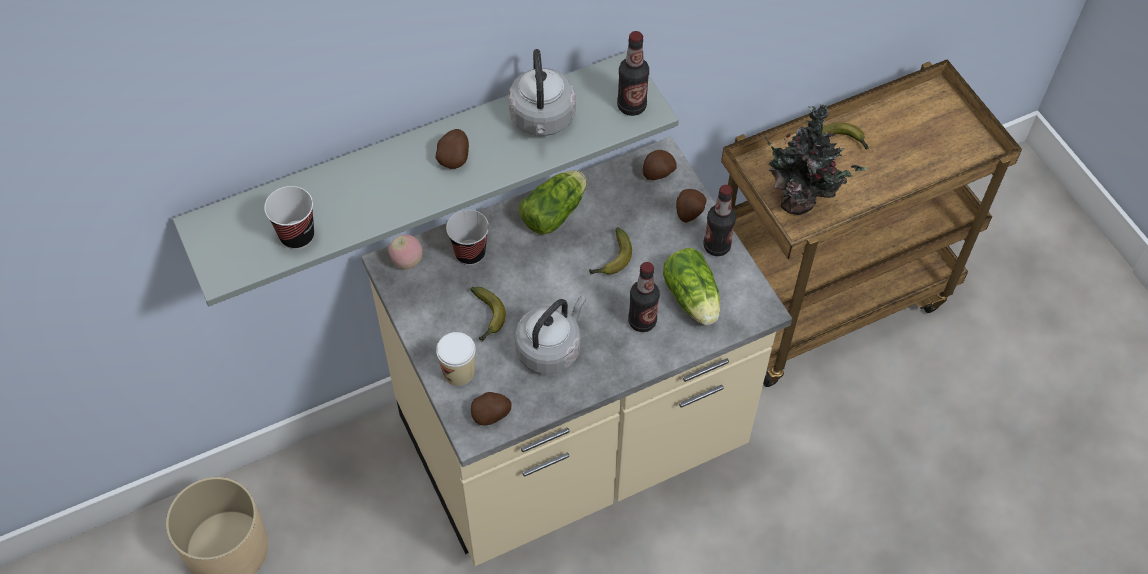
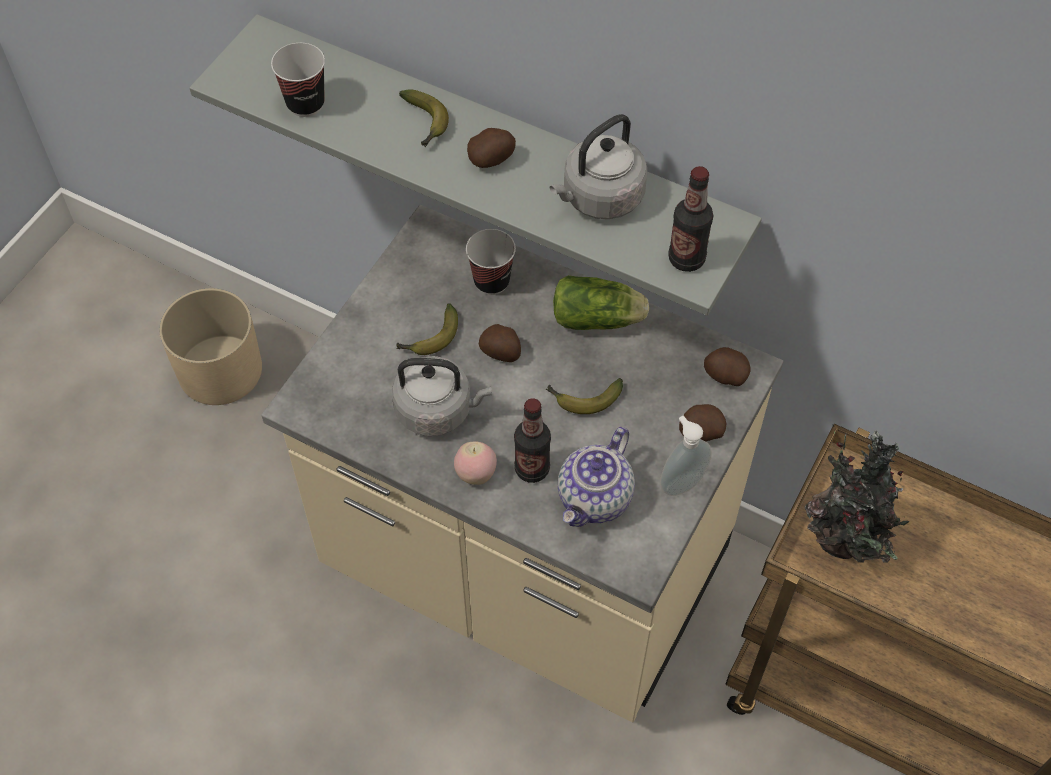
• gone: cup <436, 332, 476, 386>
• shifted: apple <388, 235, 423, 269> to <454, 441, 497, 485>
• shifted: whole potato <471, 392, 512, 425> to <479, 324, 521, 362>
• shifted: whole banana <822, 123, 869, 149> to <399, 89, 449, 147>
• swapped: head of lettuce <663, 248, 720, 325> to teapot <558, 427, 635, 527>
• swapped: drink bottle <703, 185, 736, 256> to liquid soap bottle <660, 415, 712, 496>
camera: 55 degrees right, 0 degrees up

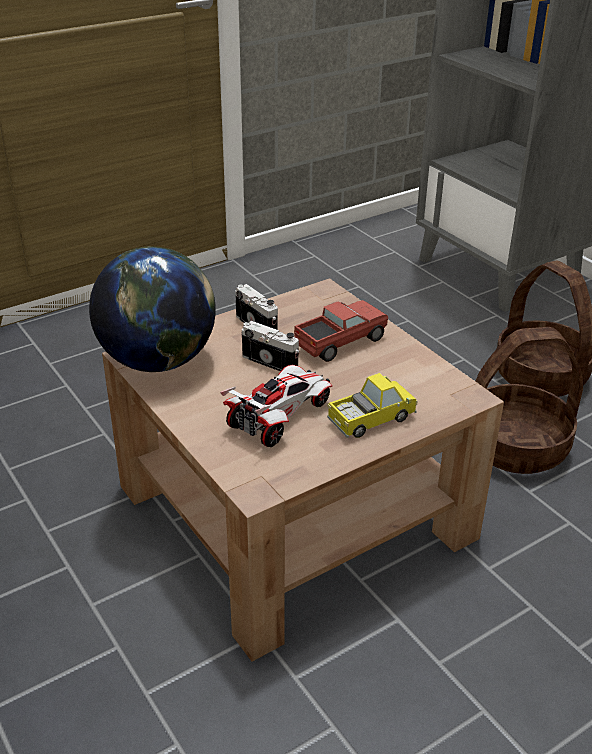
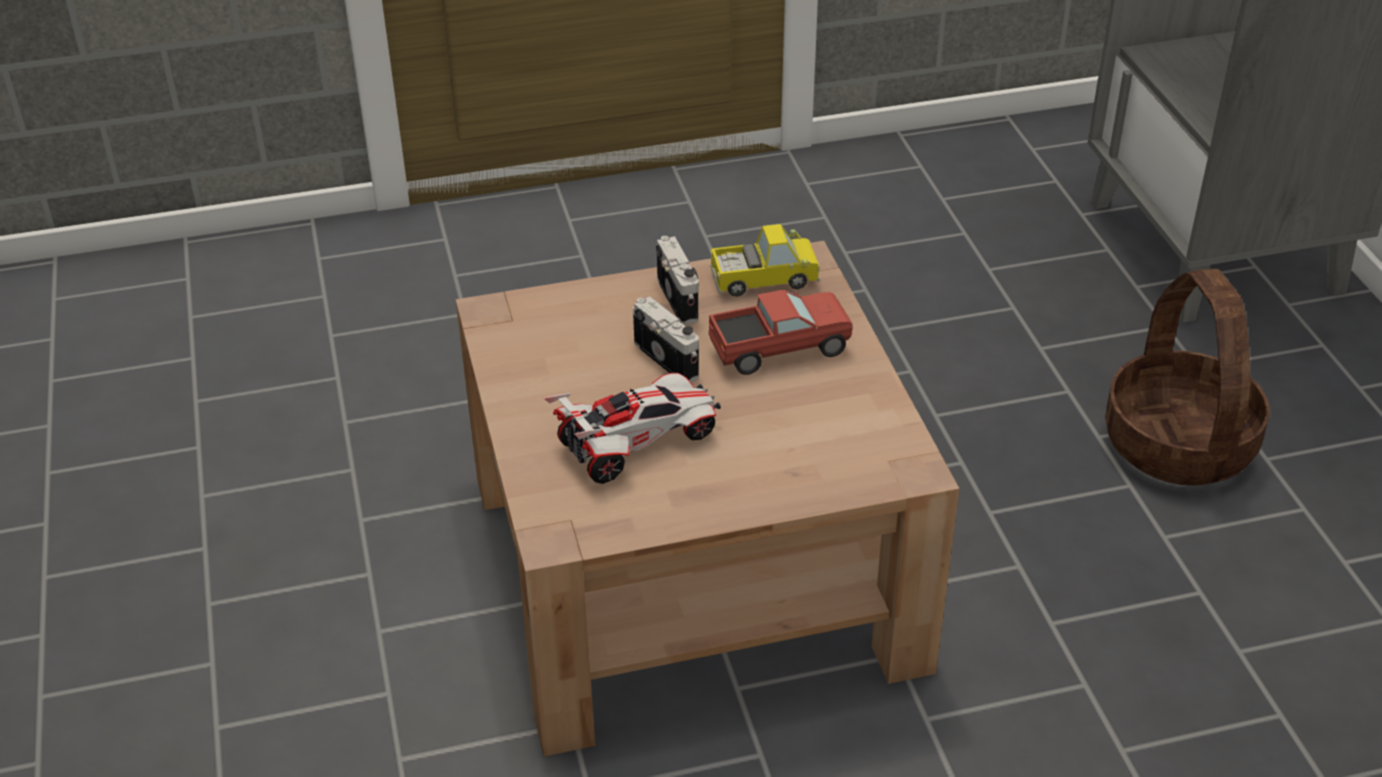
• gone: desk globe <89, 246, 216, 372>
• gone: storage basket <476, 327, 583, 474>
• shifted: toy truck <327, 373, 418, 438> to <710, 224, 820, 297>
camera: 20 degrees right, 5 degrees up

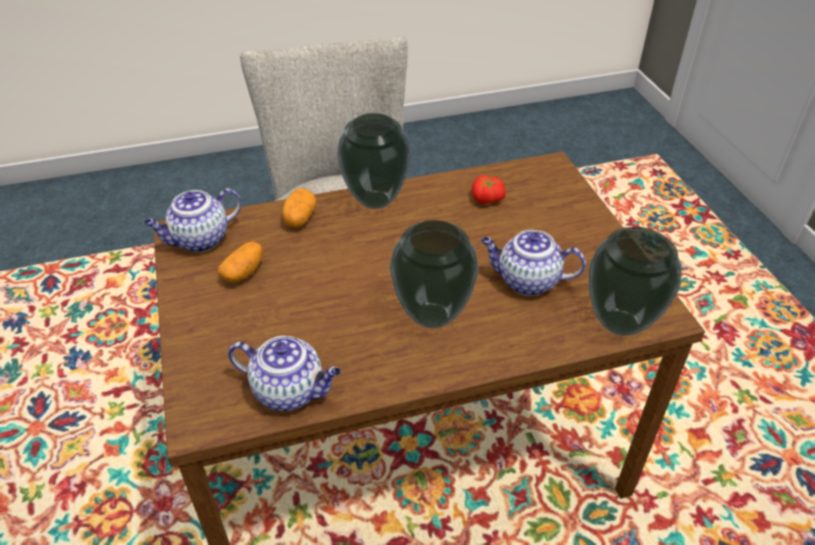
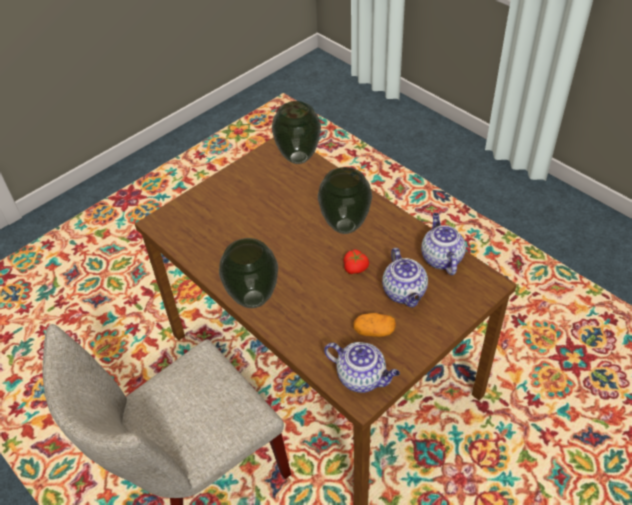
• gone: whole potato <282, 188, 316, 227>
• shifted: whole tomato <472, 175, 506, 204> to <343, 249, 369, 274>
• shifted: teapot <481, 230, 586, 296> to <382, 248, 428, 307>
camera: 115 degrees left, 5 degrees up

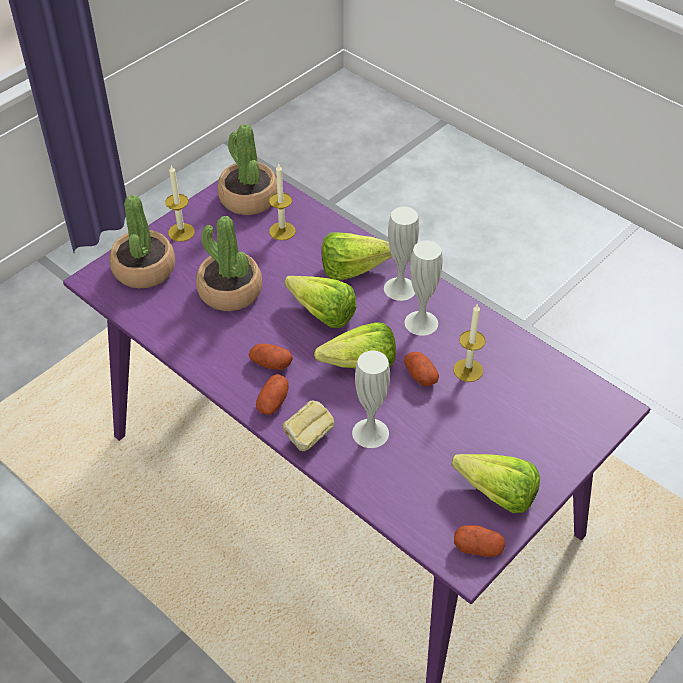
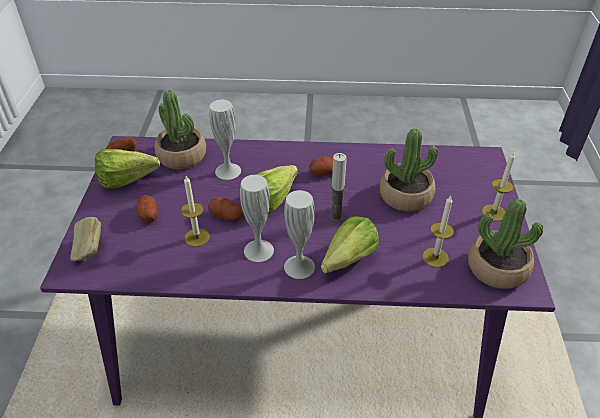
• shifted: houseplant <109, 195, 175, 288> to <154, 90, 206, 169>
• shifted: whole potato <256, 374, 288, 415> to <136, 195, 158, 223>
• shifted: bread <282, 400, 335, 451> to <70, 217, 101, 261>
• swapped: head of lettuce <284, 276, 357, 328> to candle <330, 153, 347, 222>
camera: 140 degrees right, 5 degrees down

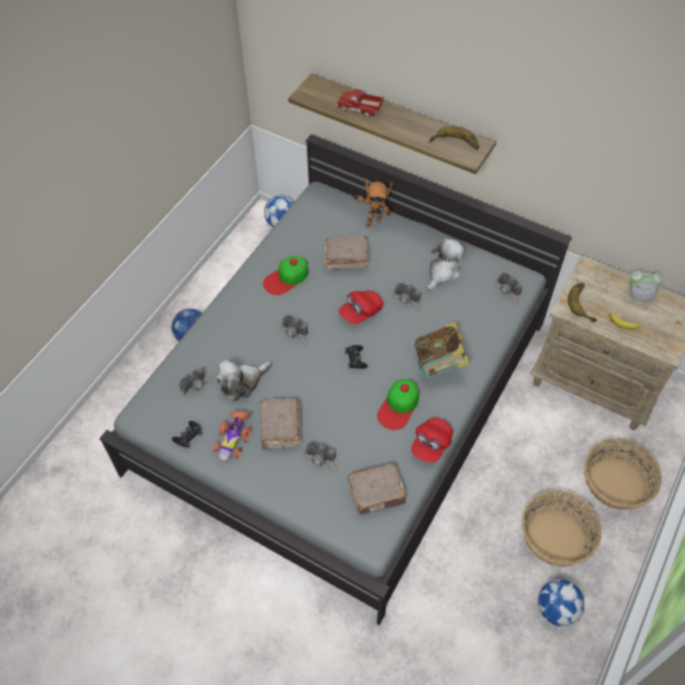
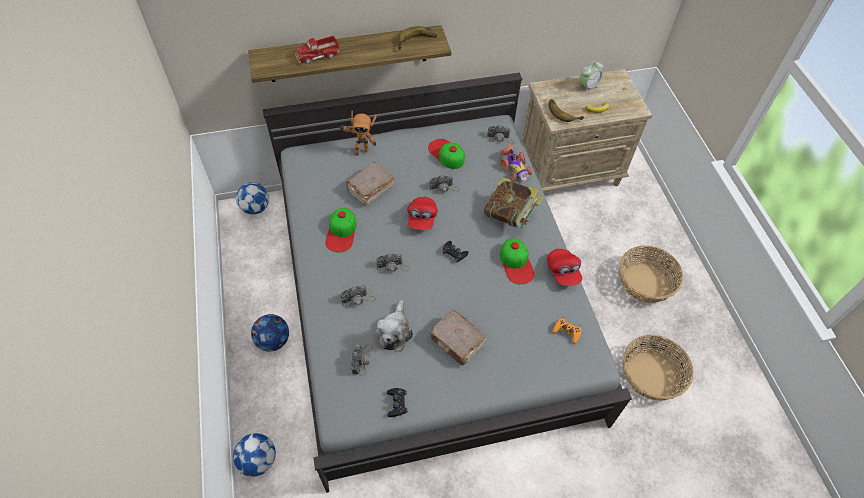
• shifted: miniature car <213, 411, 252, 462> to <500, 144, 532, 182>
• shifted: photo camera <304, 442, 338, 472> to <340, 285, 376, 308>
• shifted: football ball <538, 579, 585, 626> to <233, 433, 276, 477>
• shifted: storage basket <584, 438, 662, 510> to <623, 335, 694, 400>
• swapped: brownish volume <347, 464, 407, 515> to orange game controller <553, 318, 581, 344>
• swapped: cuddly toy <426, 238, 464, 291> to cap <428, 139, 465, 169>
• rotated: model robot <353, 179, 393, 227> = <339, 111, 377, 155> 45 degrees clockwise
camera: 45 degrees left, 0 degrees up

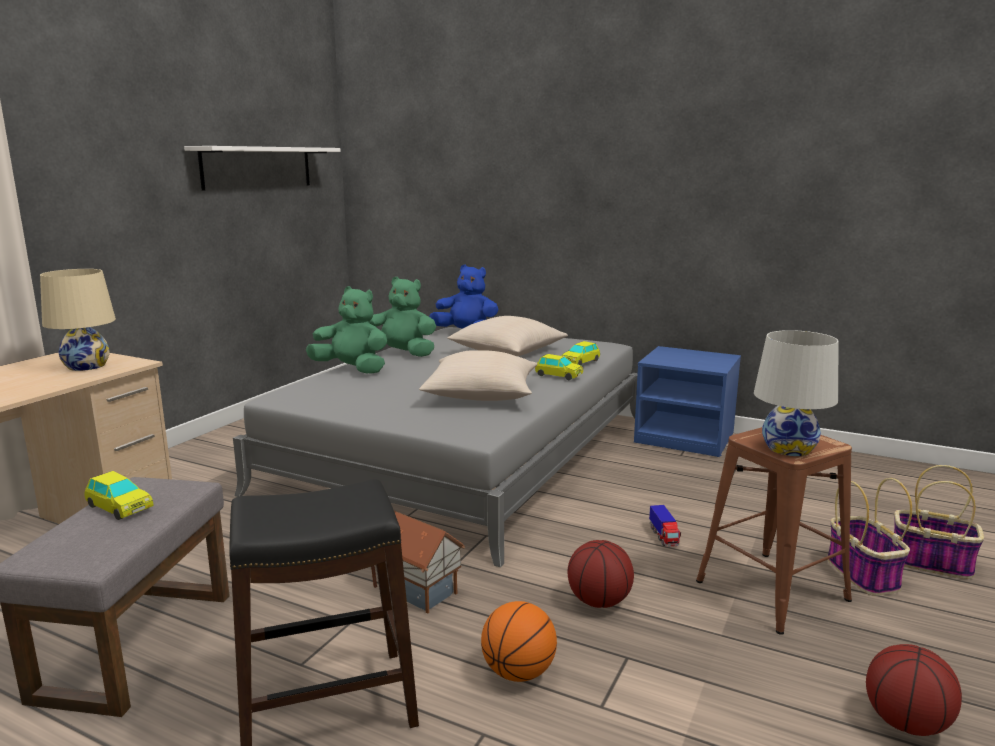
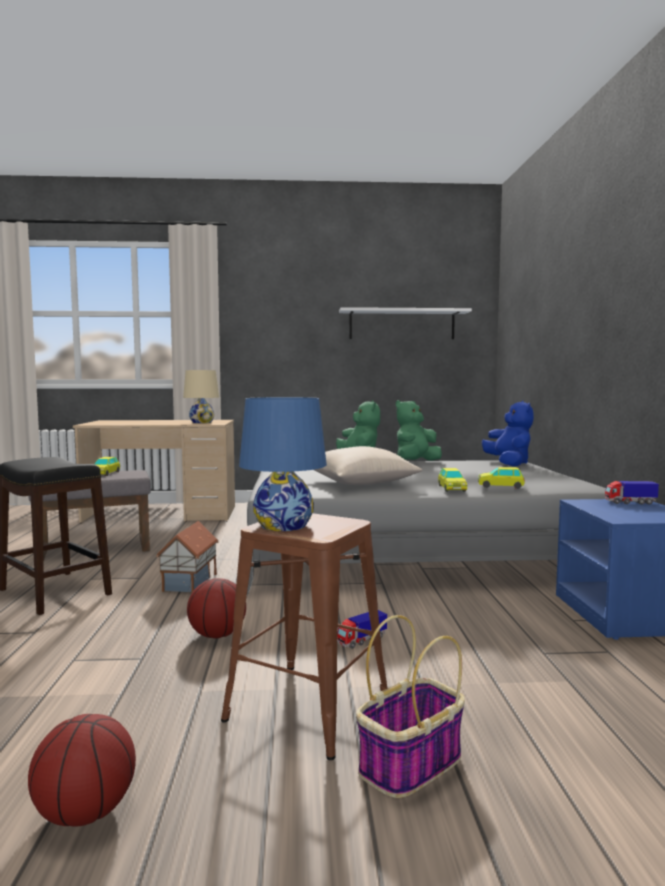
• gone: sand-coloured throw pillow <447, 316, 568, 356>
• gone: ball for basketball <481, 601, 557, 682>
• gone: storage basket <894, 465, 984, 579>
• new: toy truck <605, 481, 659, 504>
• repainted: white lamp for a table <754, 330, 839, 456> to blue lamp for a table <239, 397, 327, 531>
• rotated: greenish cuddly toy <369, 277, 436, 357> = <396, 400, 442, 461> 120 degrees counterclockwise
camera: 60 degrees right, 10 degrees down

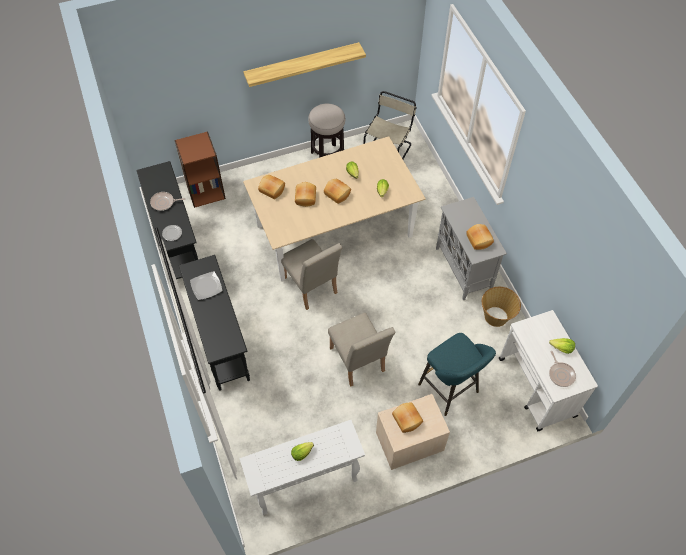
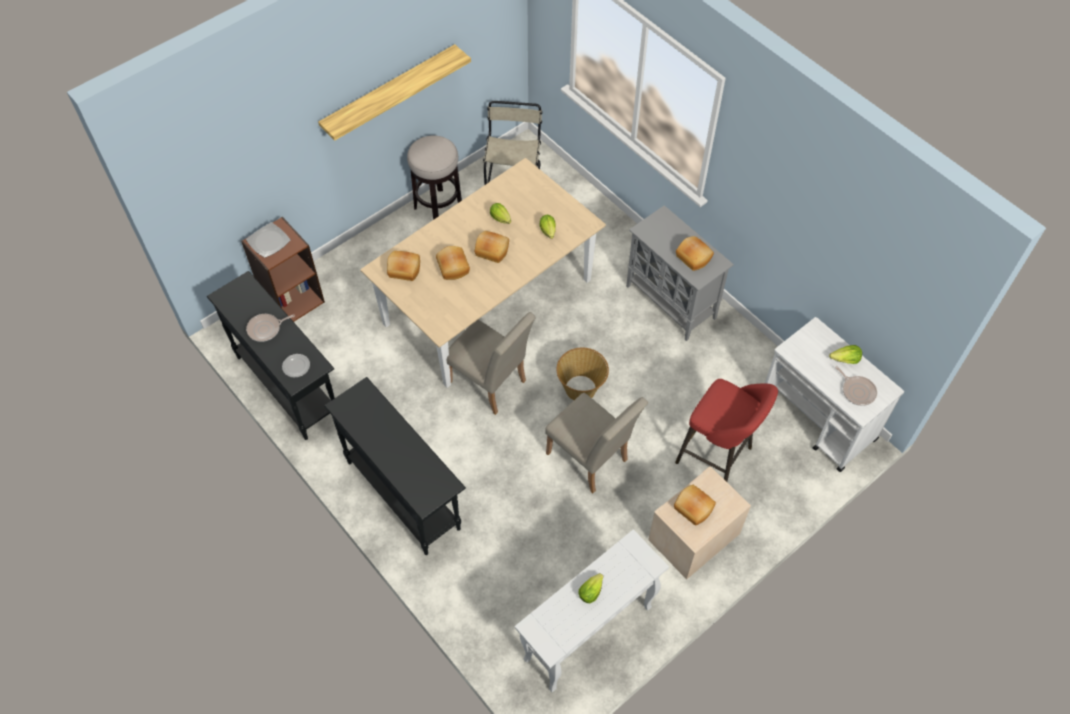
• shifted: flat dish <190, 271, 223, 300> to <246, 222, 291, 258>
• shifted: storage basket <482, 287, 521, 327> to <556, 348, 609, 400>
• repainted: blue-green sitting stool <418, 333, 496, 416> to reddish sitting stool <675, 379, 778, 482>
camera: 20 degrees left, 0 degrees up

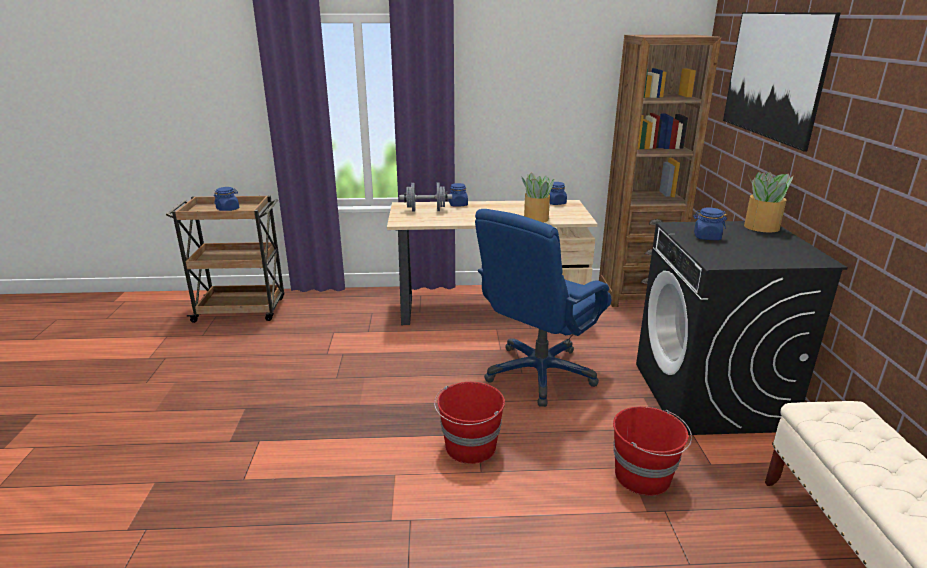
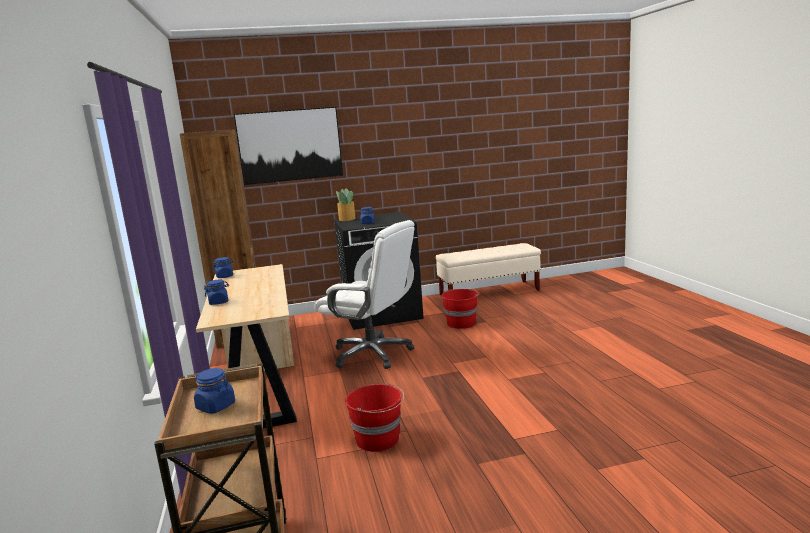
• gone: grey free weight <399, 182, 452, 211>
• gone: houseplant <522, 172, 554, 223>
• shifted: reddish pail <434, 382, 505, 464> to <345, 383, 404, 452>
• repainted: blue computer chair <475, 209, 611, 407> to white computer chair <314, 220, 415, 369>
camera: 100 degrees left, 10 degrees down

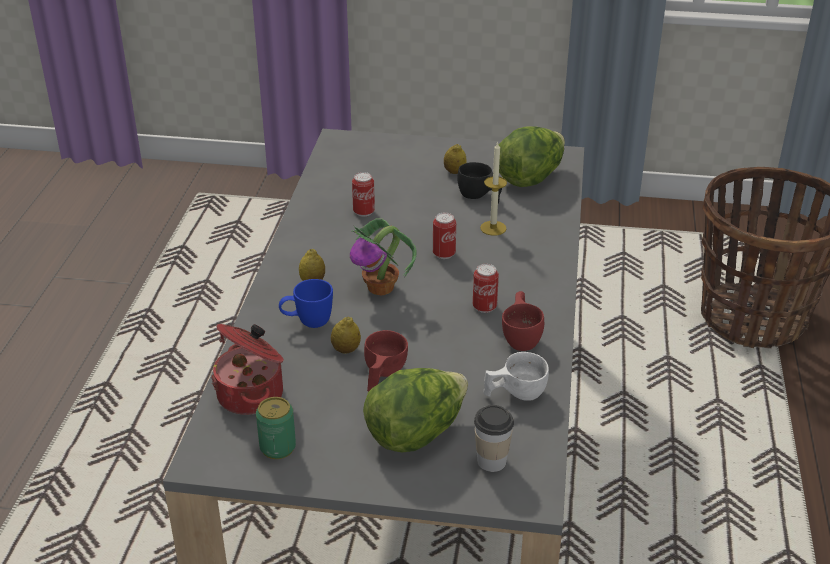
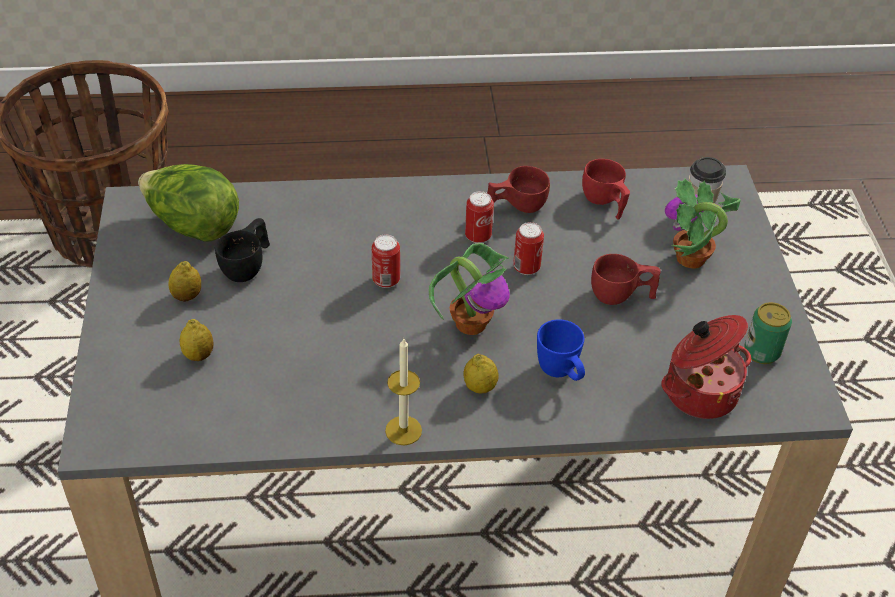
• shifted: whole lemon <331, 317, 361, 354> to <180, 319, 213, 361>
• shifted: can <352, 172, 375, 217> to <513, 222, 544, 275>
• shifted: candle <480, 141, 507, 236> to <385, 339, 422, 445>
• swapped: head of lettuce <363, 368, 468, 453> to houseplant <665, 179, 741, 268>
• repainted: white cup <483, 352, 549, 401> to reddish cup <582, 159, 630, 220>
camera: 105 degrees left, 10 degrees up

